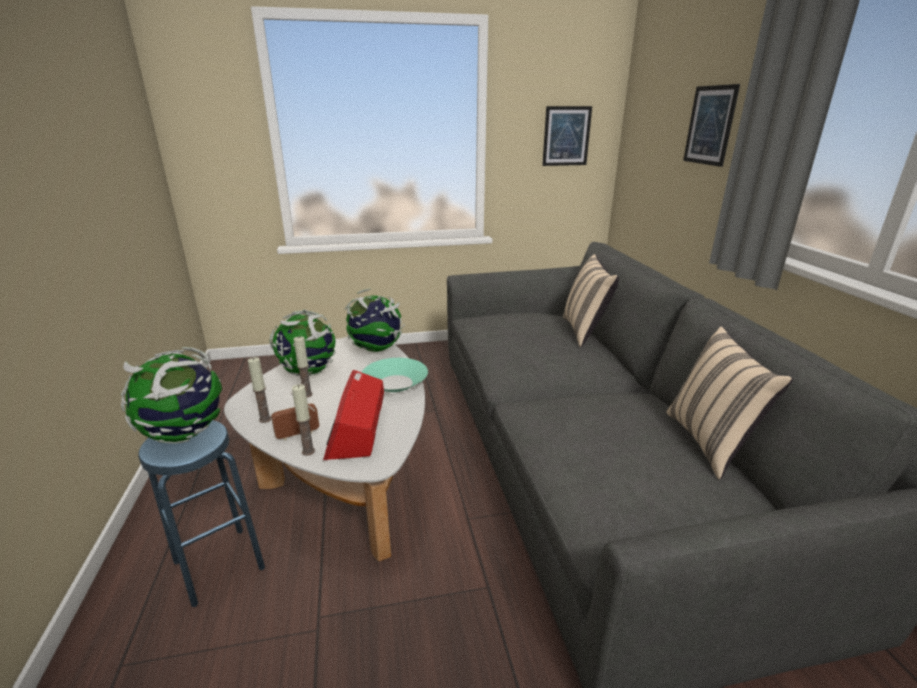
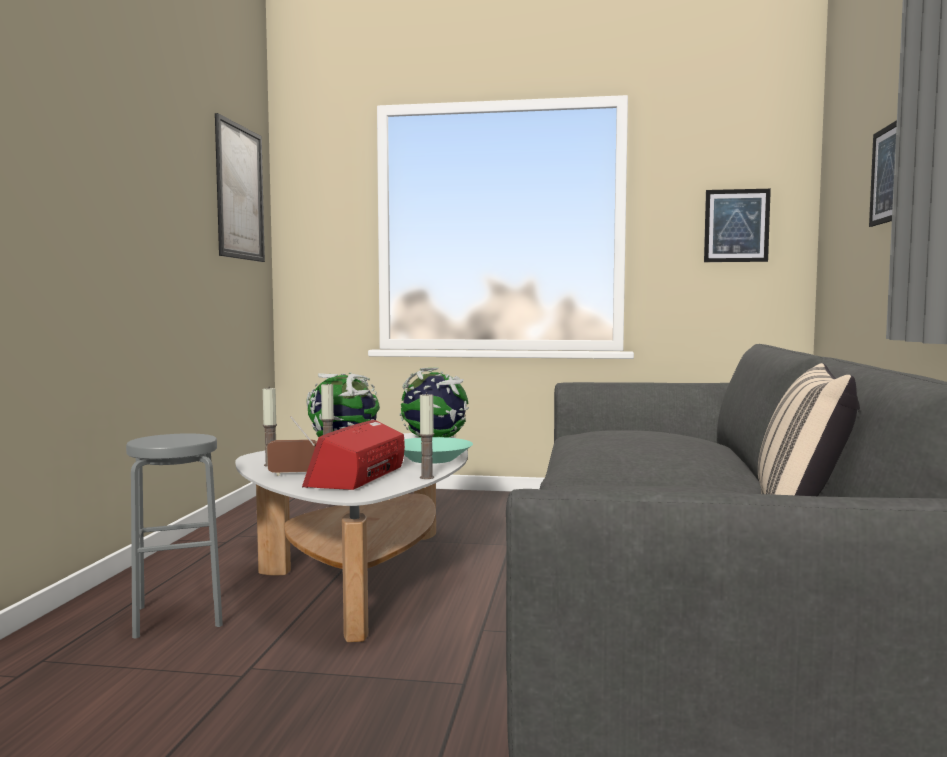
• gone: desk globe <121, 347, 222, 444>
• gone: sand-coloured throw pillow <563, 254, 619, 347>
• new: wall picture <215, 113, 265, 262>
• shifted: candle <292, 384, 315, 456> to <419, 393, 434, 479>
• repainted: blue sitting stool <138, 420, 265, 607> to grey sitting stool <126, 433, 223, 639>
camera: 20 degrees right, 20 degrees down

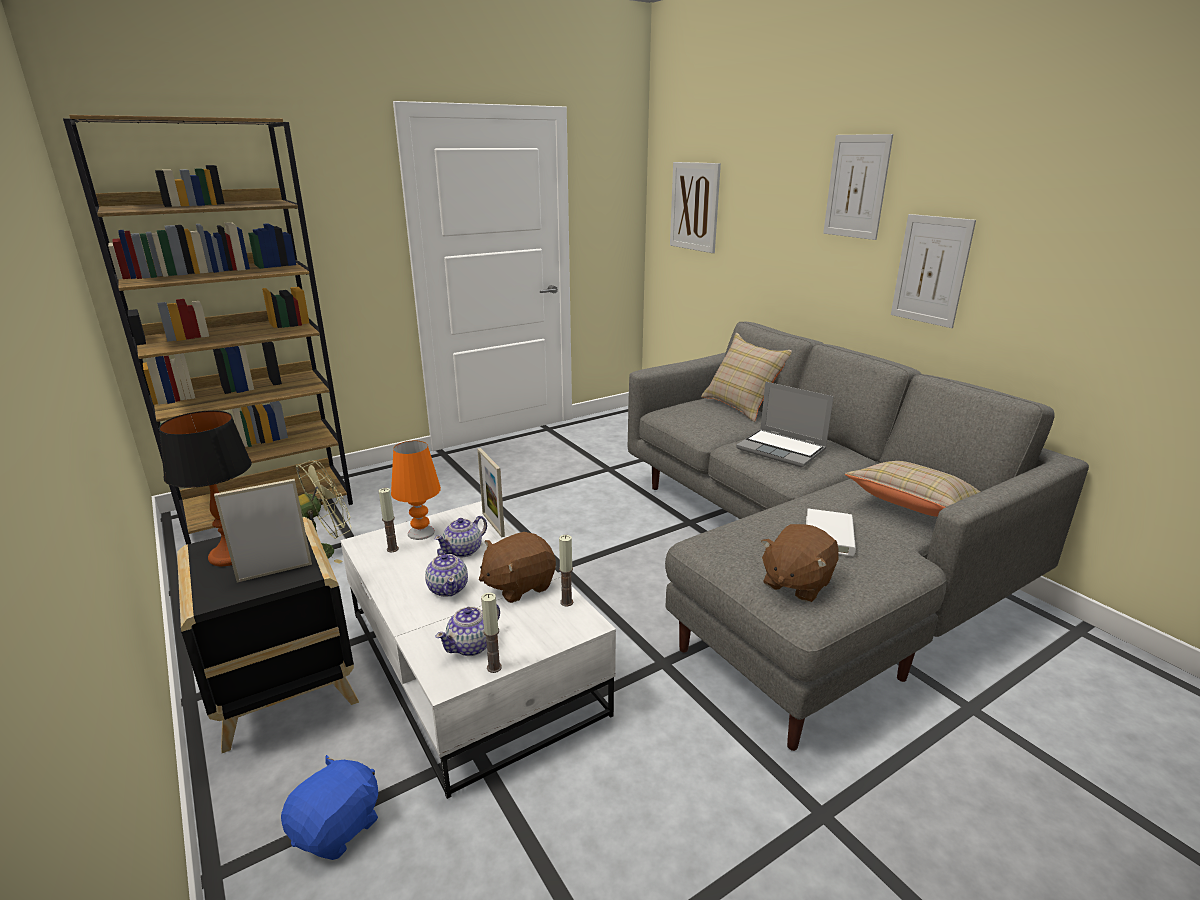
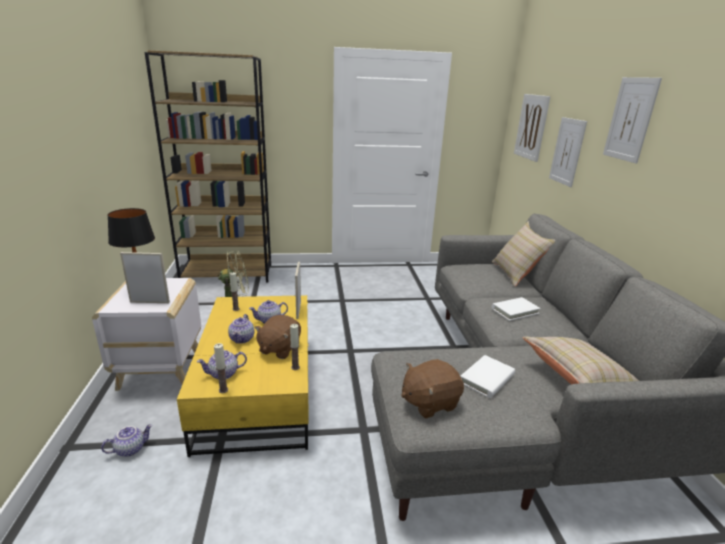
• gone: orange lamp for a table <391, 441, 441, 540>
• shifted: wall picture <891, 214, 976, 328> to <549, 117, 587, 187>
• swapped: blue cuddly toy <281, 755, 378, 860> to teapot <101, 424, 153, 457>
• swapped: portable computer <736, 382, 834, 468> to white volume <492, 297, 541, 321>
• repainted: black end table <177, 517, 359, 753> to white end table <92, 278, 201, 391>
• repainted: white coffee table <340, 501, 616, 799> to yellow coffee table <177, 295, 309, 457>
• rotated: brownish cuddly toy <479, 532, 556, 603> = <255, 315, 301, 359> 60 degrees counterclockwise
camera: 25 degrees right, 0 degrees up

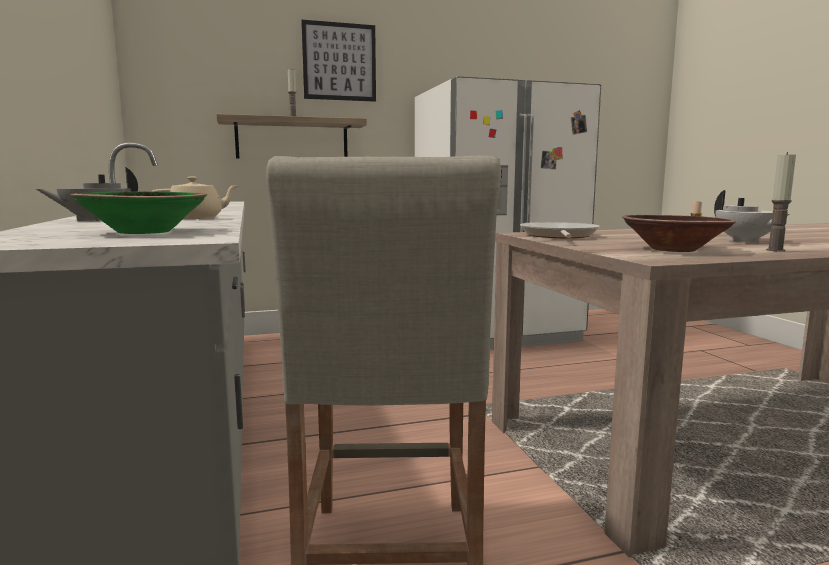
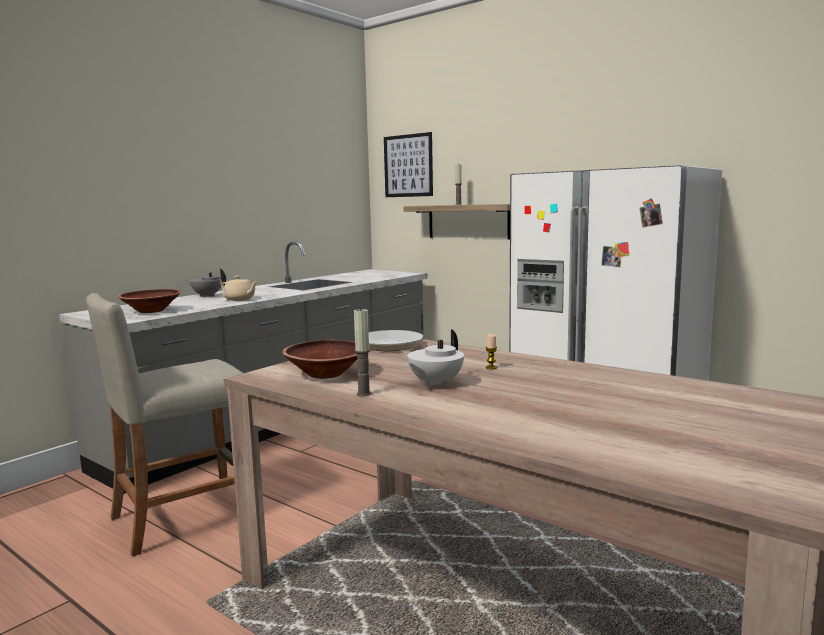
• shifted: wall picture <301, 20, 376, 102> to <384, 132, 433, 197>
• repainted: greenish deep dish <70, 191, 207, 234> to brownish deep dish <118, 289, 181, 313>
camera: 55 degrees right, 0 degrees up

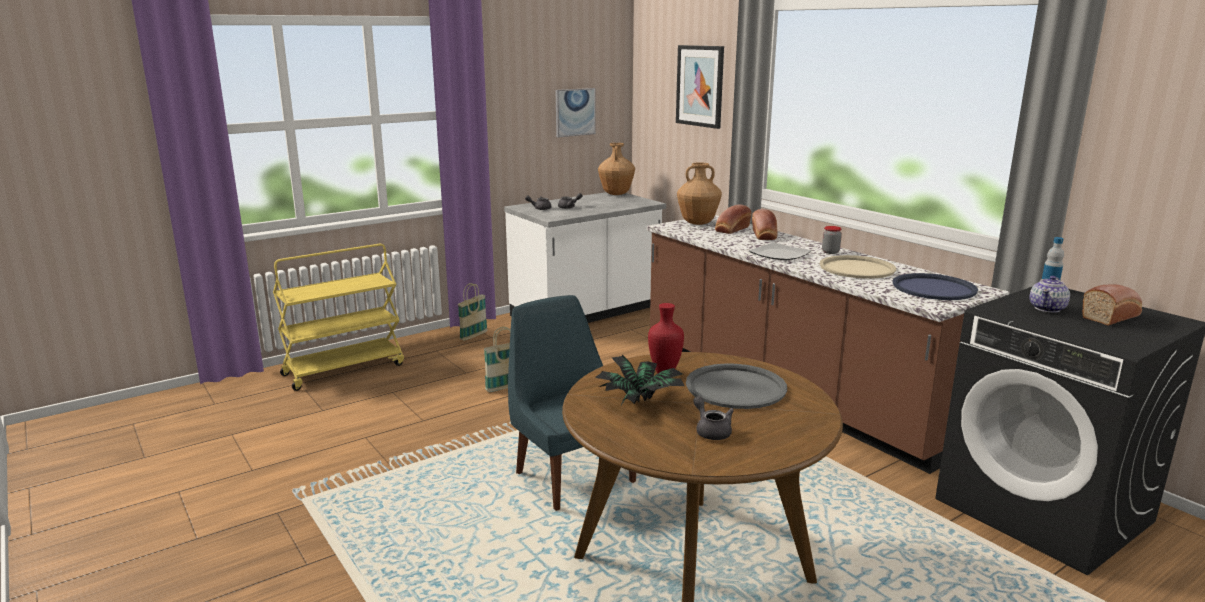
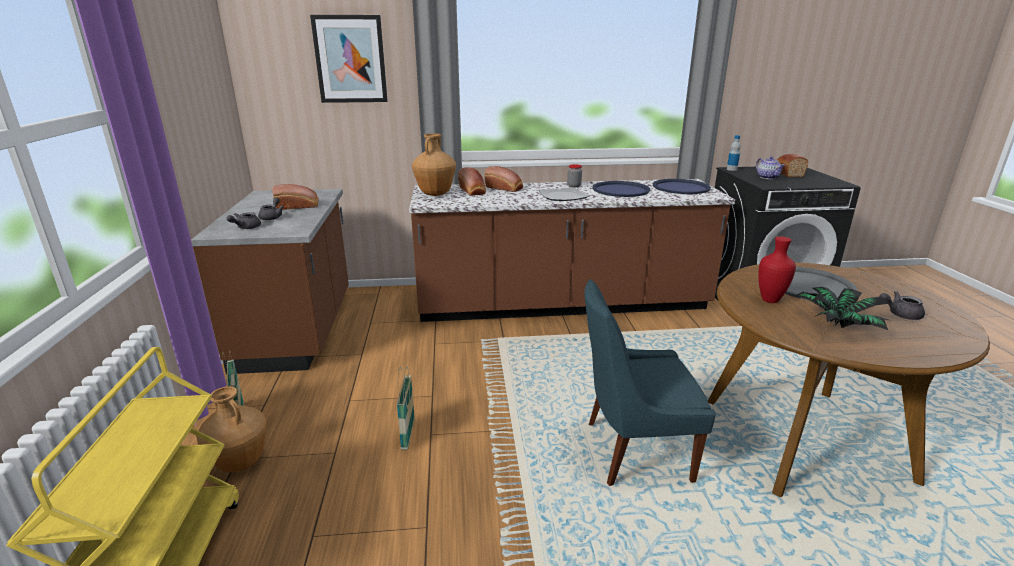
• gone: wall picture <556, 88, 596, 137>
• new: bread <272, 184, 318, 210>
• shifted: brownish flower vase <598, 143, 635, 195> to <196, 386, 267, 473>
• repainted: white kitchen base unit <504, 192, 666, 323> to brownish kitchen base unit <191, 189, 349, 374>
• repainted: sand-coloured carrying tray <820, 255, 896, 279> to blue carrying tray <592, 181, 650, 197>
camera: 60 degrees left, 5 degrees up

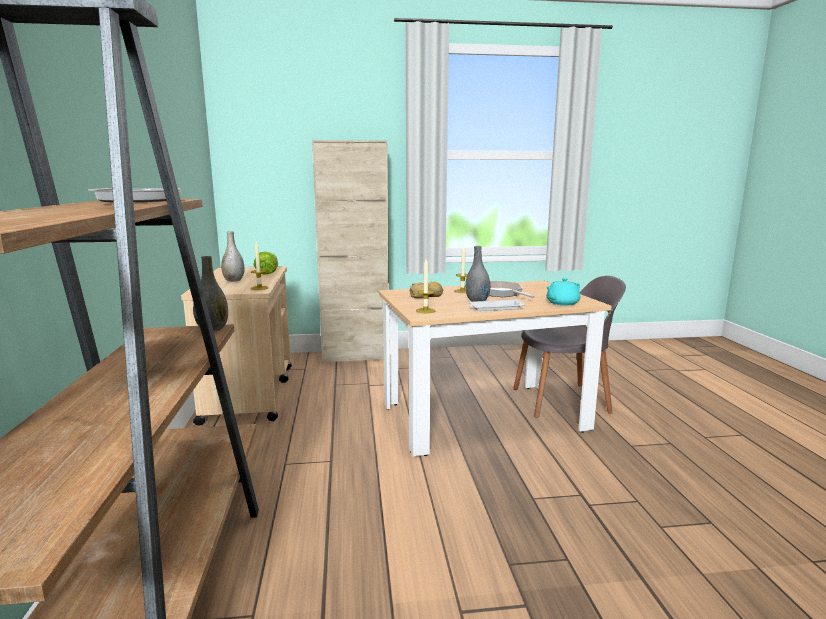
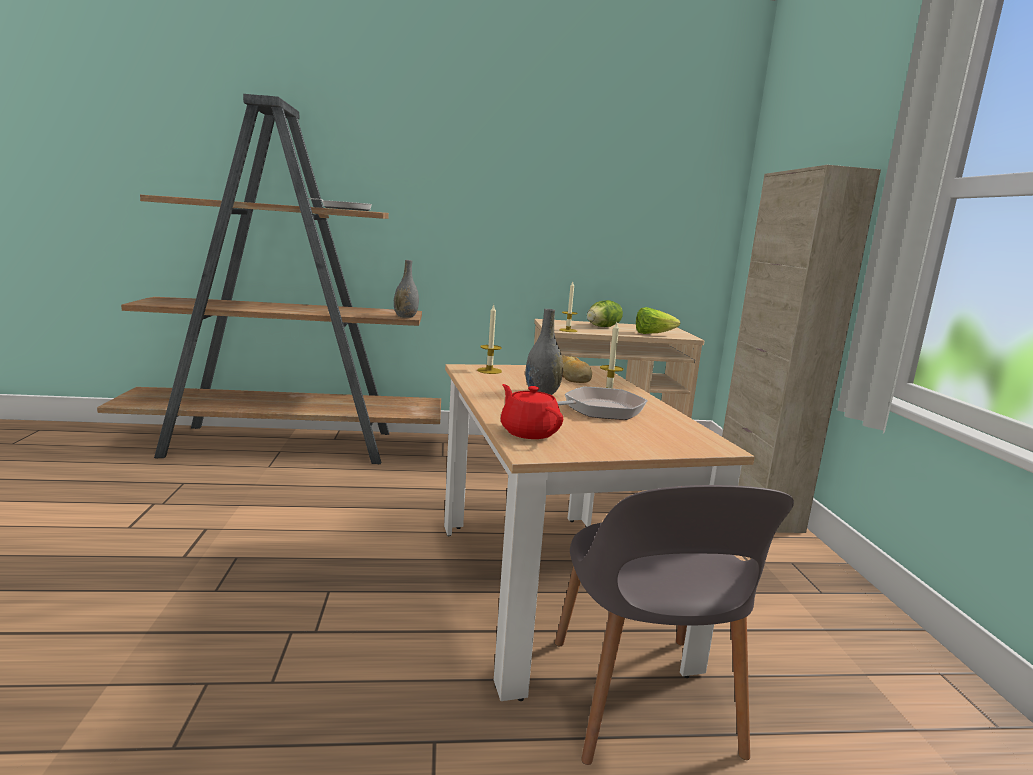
• gone: white carrying tray <469, 299, 525, 311>
• swapped: grey flower vase <221, 231, 244, 282> to head of lettuce <587, 300, 623, 327>
• repainted: blue-green teapot <546, 278, 581, 305> to reddish teapot <501, 384, 563, 439>
camera: 90 degrees right, 0 degrees up

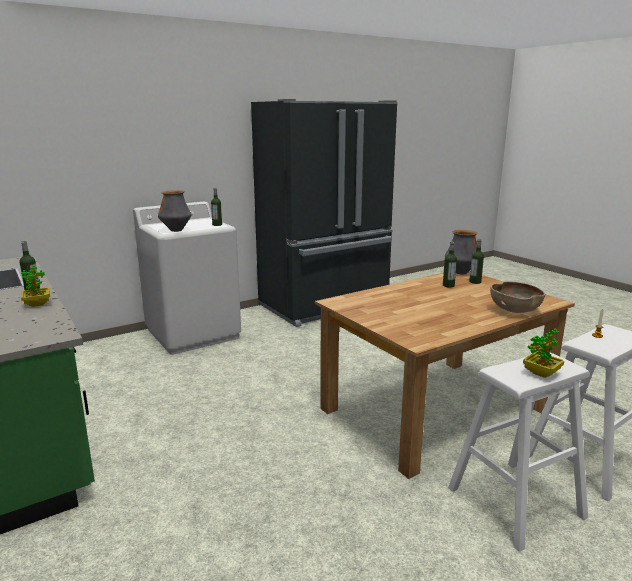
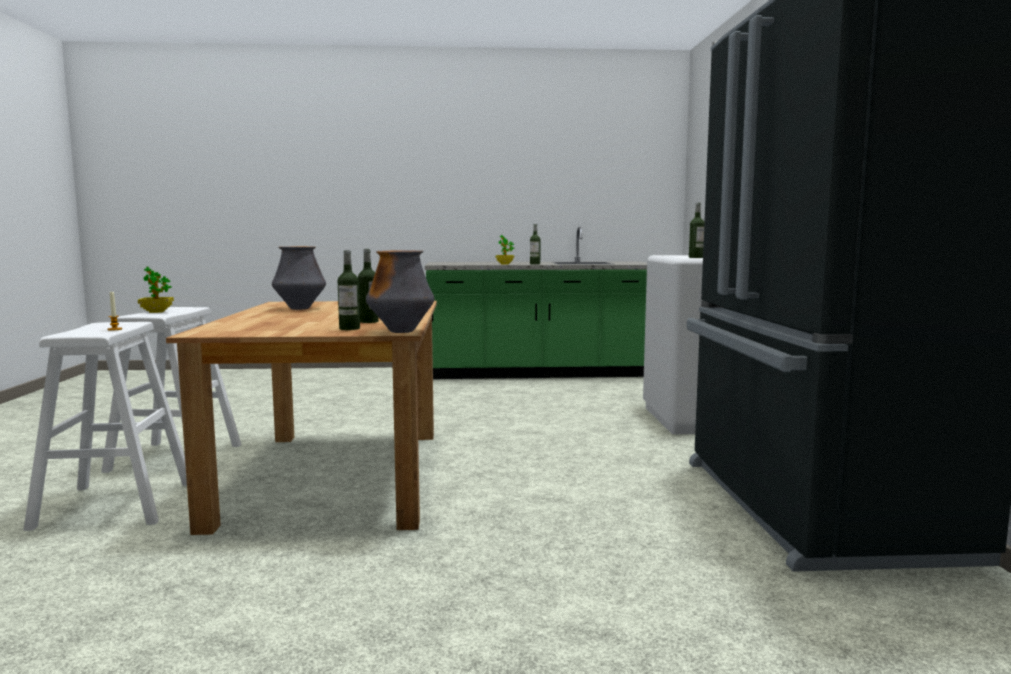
• gone: brownish deep dish <490, 282, 545, 313>
• shifted: flower vase <158, 190, 192, 232> to <272, 246, 326, 310>
camera: 120 degrees right, 10 degrees down

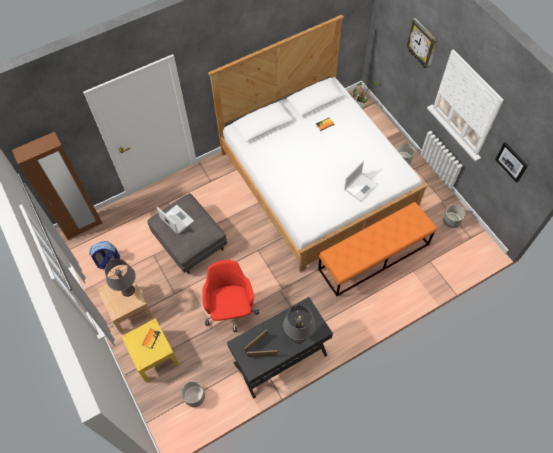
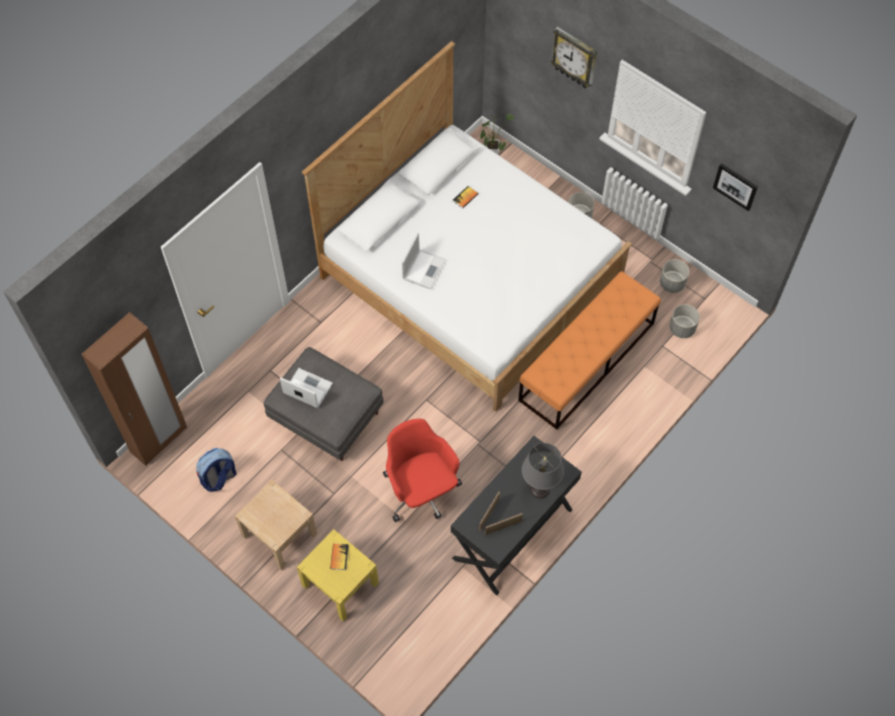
• gone: grey lamp for a table <105, 259, 136, 297>
• shifted: grey flower pot <181, 381, 205, 407> to <669, 304, 700, 338>
• shifted: portable computer <344, 161, 378, 202> to <402, 233, 446, 289>
camera: 20 degrees left, 0 degrees up

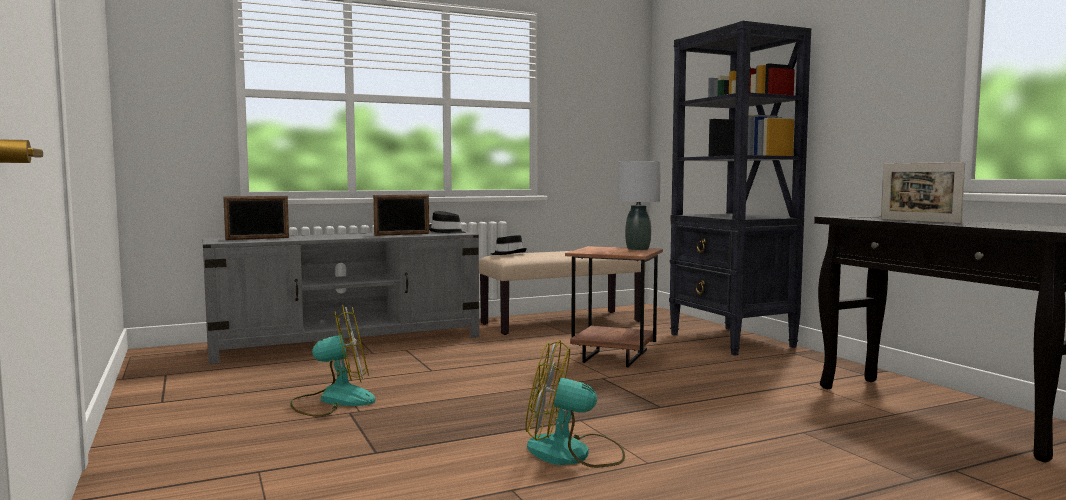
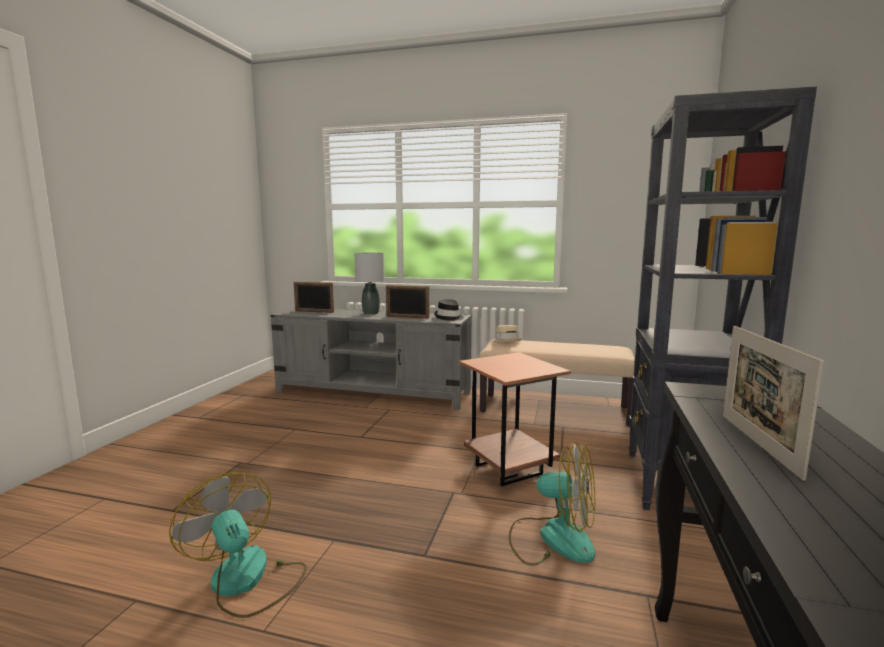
• shifted: electric fan <290, 305, 376, 417> to <509, 441, 595, 566>
• shifted: grey lamp for a table <618, 161, 661, 250> to <355, 252, 385, 315>
• repainted: black clothing hat <491, 235, 527, 255> to sand-coloured clothing hat <491, 325, 522, 342>
camera: 40 degrees right, 5 degrees up

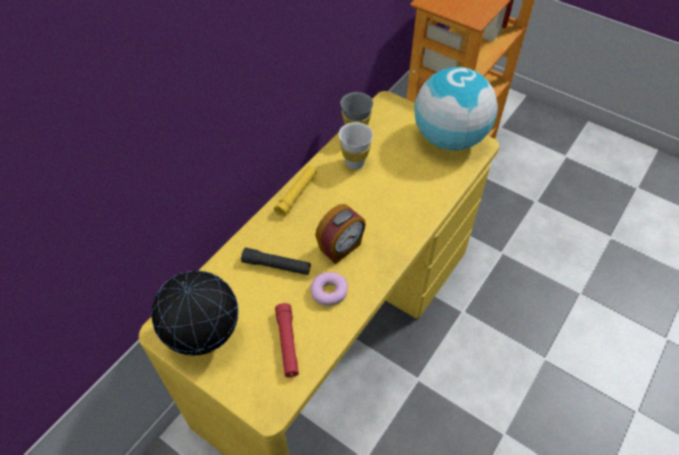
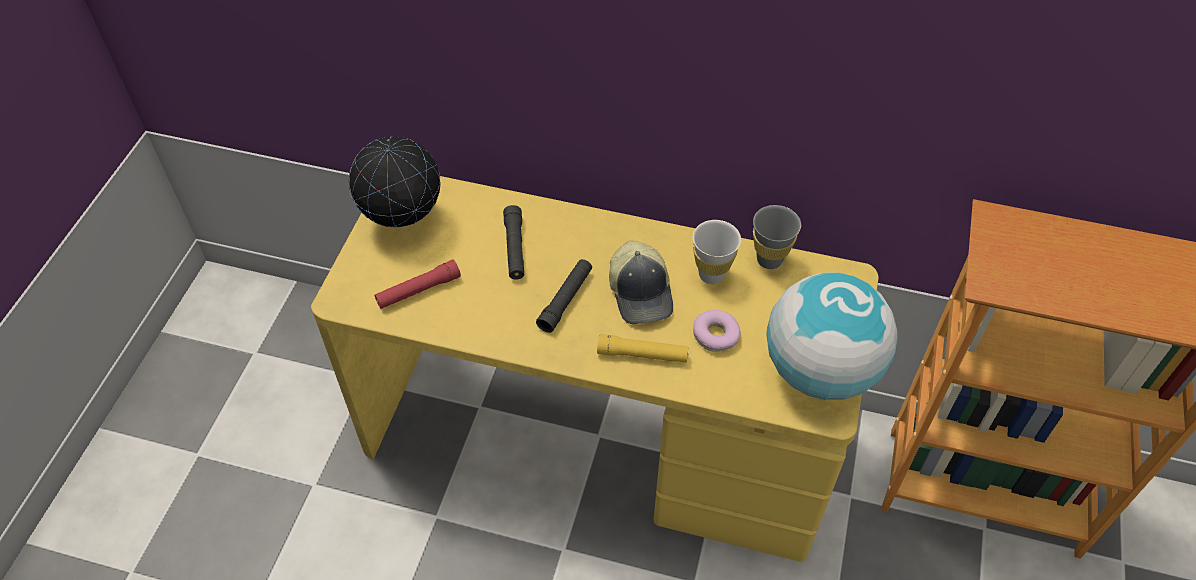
• new: cap <609, 240, 673, 324>
• shifted: yellow torch <274, 166, 317, 217> to <597, 334, 688, 363>
• shifted: doughnut <311, 272, 348, 306> to <693, 310, 741, 352>
• swapped: bedside clock <315, 204, 366, 264> to black torch <536, 259, 592, 333>
camera: 70 degrees right, 0 degrees up

